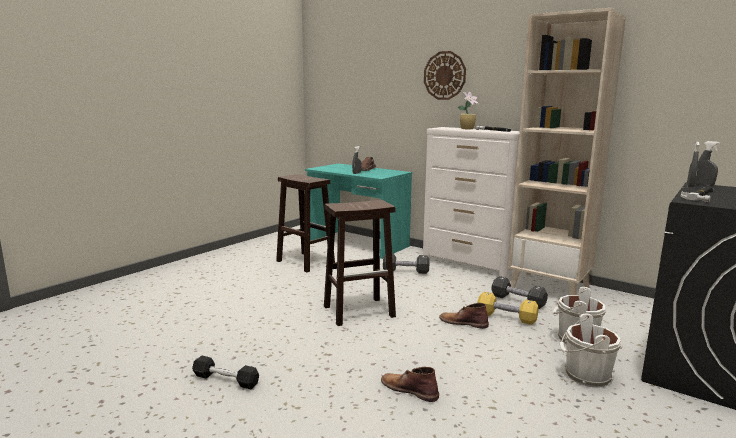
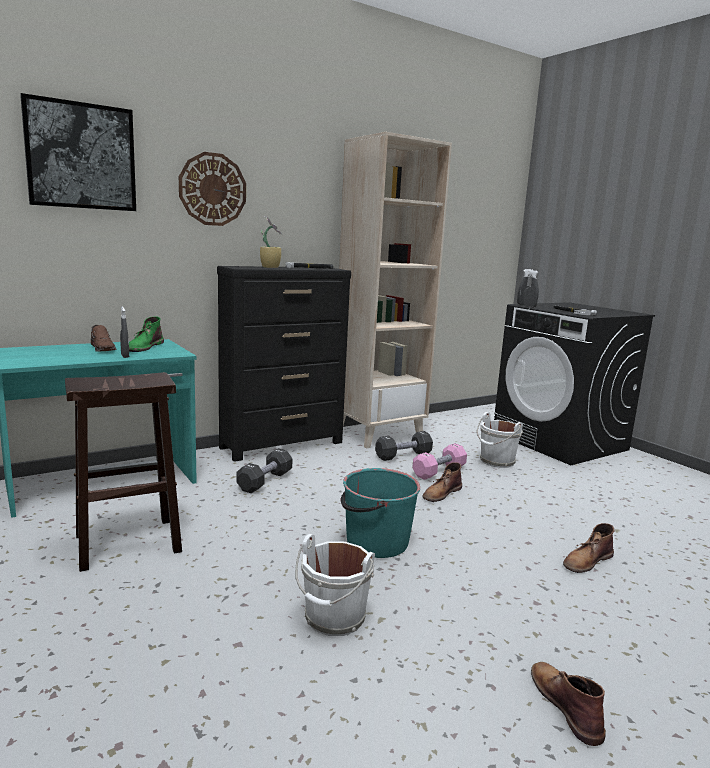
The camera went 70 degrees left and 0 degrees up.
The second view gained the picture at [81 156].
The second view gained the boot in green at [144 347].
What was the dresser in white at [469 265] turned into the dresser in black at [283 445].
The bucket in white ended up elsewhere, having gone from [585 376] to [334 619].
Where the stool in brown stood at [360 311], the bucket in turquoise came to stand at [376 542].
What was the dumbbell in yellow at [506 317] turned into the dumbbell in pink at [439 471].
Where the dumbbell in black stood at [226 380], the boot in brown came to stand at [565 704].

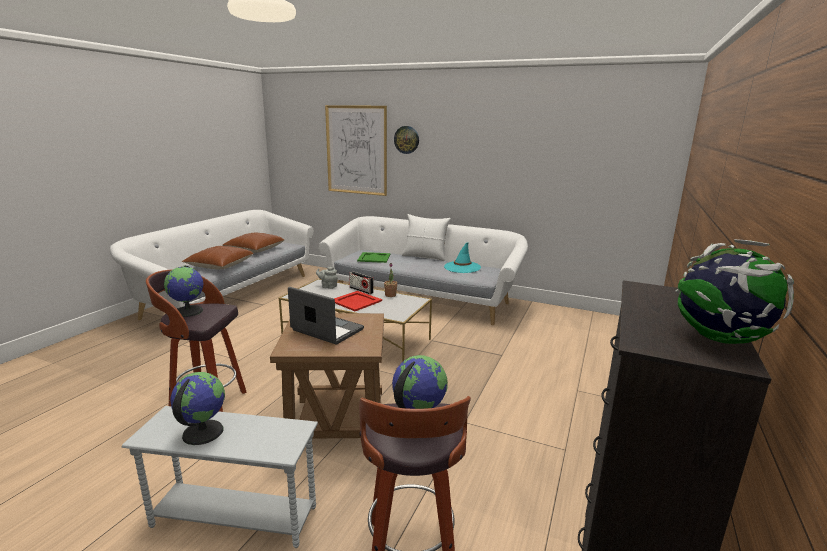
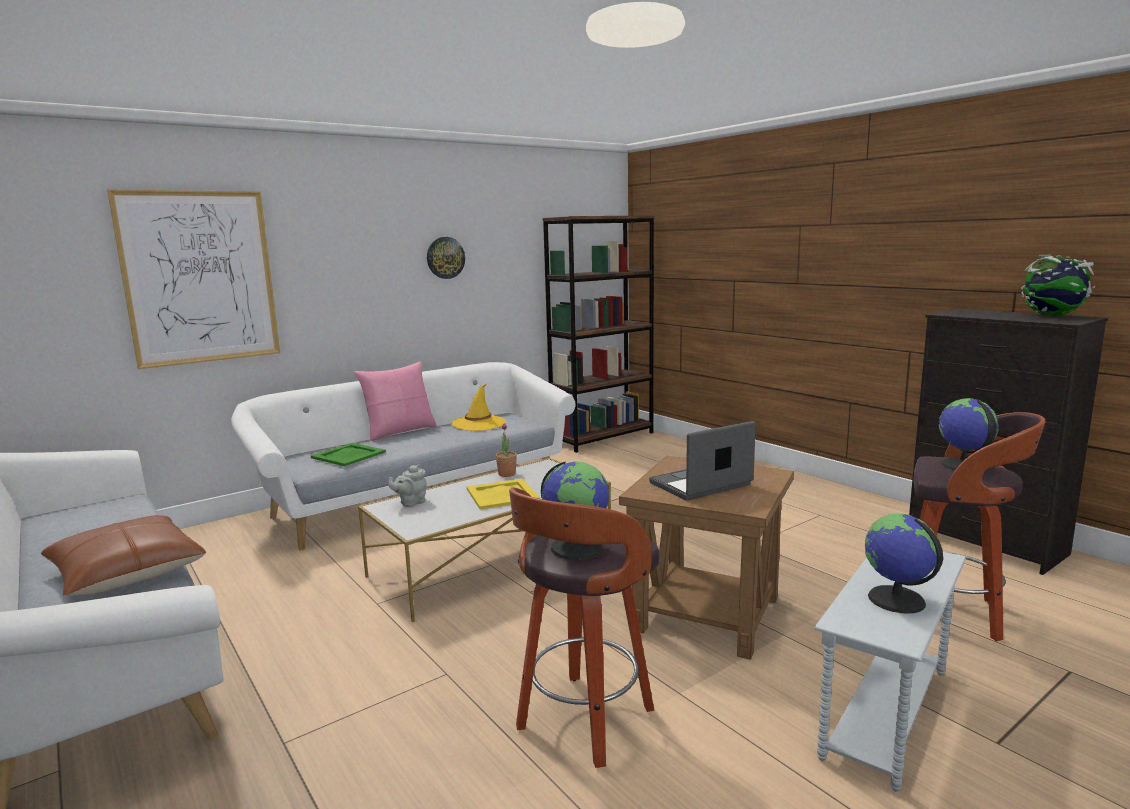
The camera went 60 degrees left and 5 degrees down.
What was the pillow in white at [425 257] turned into the pillow in pink at [399 431].
The wall clock ended up elsewhere, having gone from [406 139] to [445 257].
What was the hat in turquoise at [462 267] turned into the hat in yellow at [479 423].
What was the tray in red at [356 301] turned into the tray in yellow at [501 494].
The second view gained the bookcase in brown at [603 438].
The second view lost the pillow in brown at [254 249].
The second view lost the radio at [361 290].

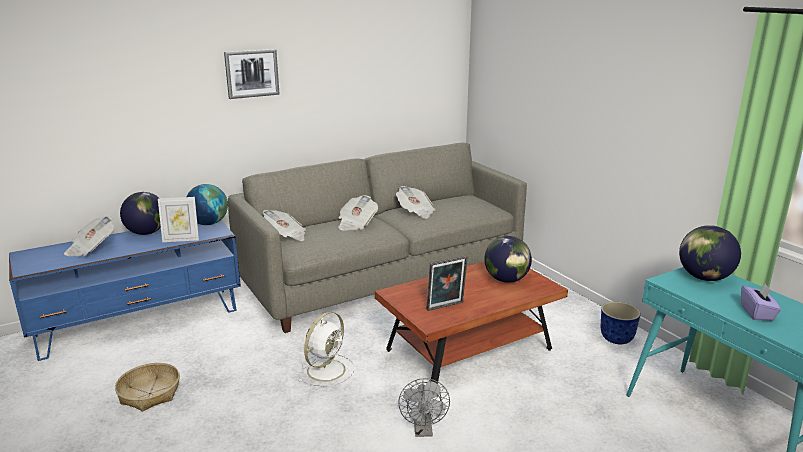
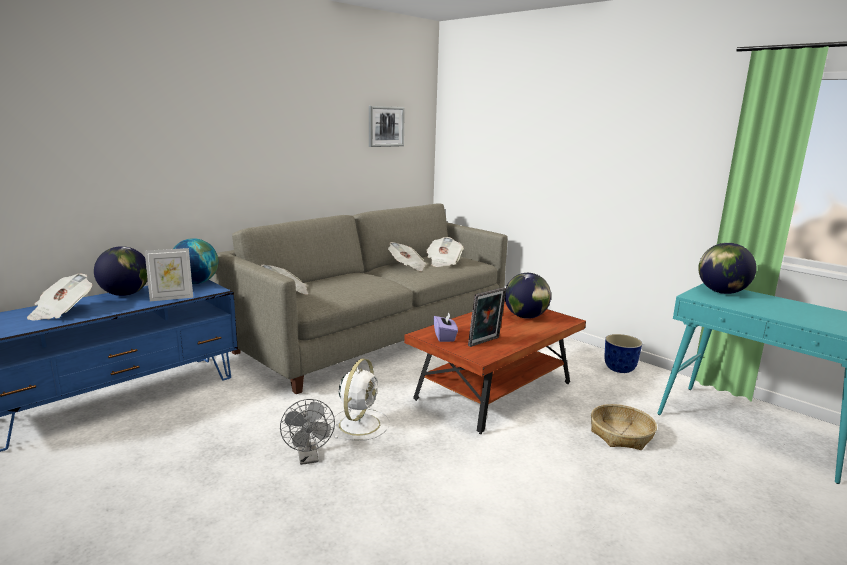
The camera went 15 degrees left and 5 degrees down.
The fan in grey ended up elsewhere, having gone from [423 431] to [309 458].
The picture ended up elsewhere, having gone from [252 73] to [385 126].
The newspaper ended up elsewhere, having gone from [356 224] to [443 262].
The tissue box in purple ended up elsewhere, having gone from [757 313] to [445 337].
The basket ended up elsewhere, having gone from [150 394] to [621 434].

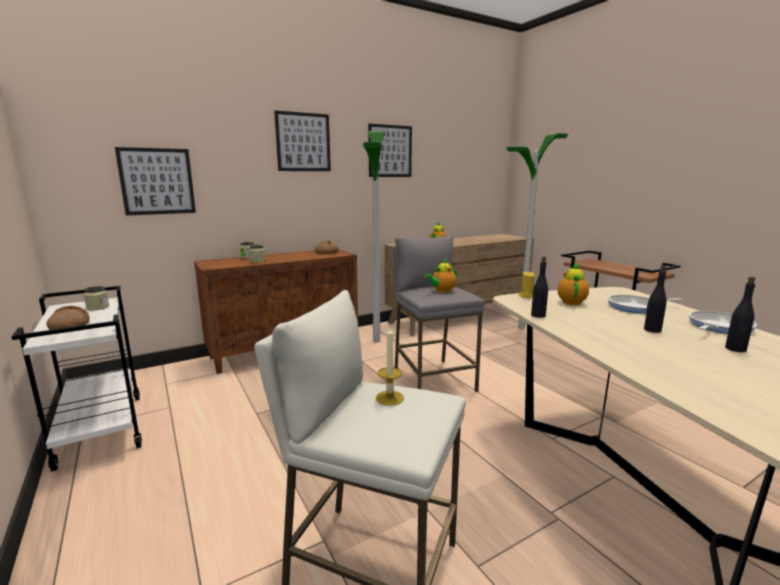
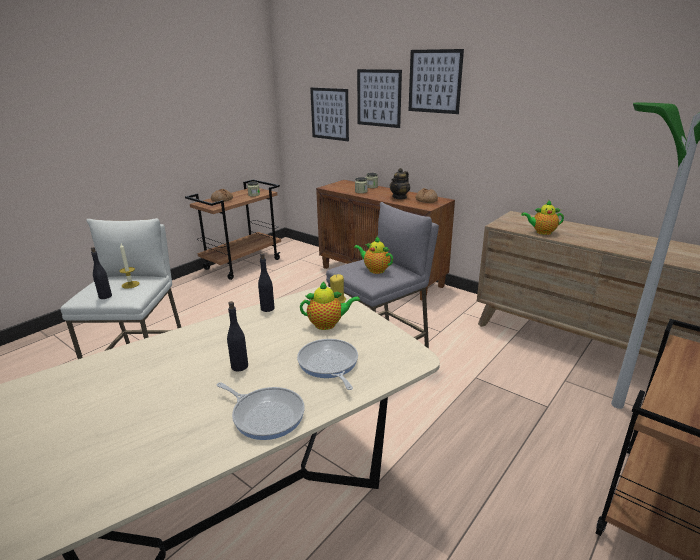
The camera went 70 degrees right and 10 degrees up.
The bottle in black ended up elsewhere, having gone from [735 349] to [105 296].
What was the cart in white at [100 429] turned into the cart in brown at [243 264].
The picture ended up elsewhere, having gone from [390 151] to [379 98].
The second view gained the teapot at [399 197].
The second view lost the floor lamp at [376 341].

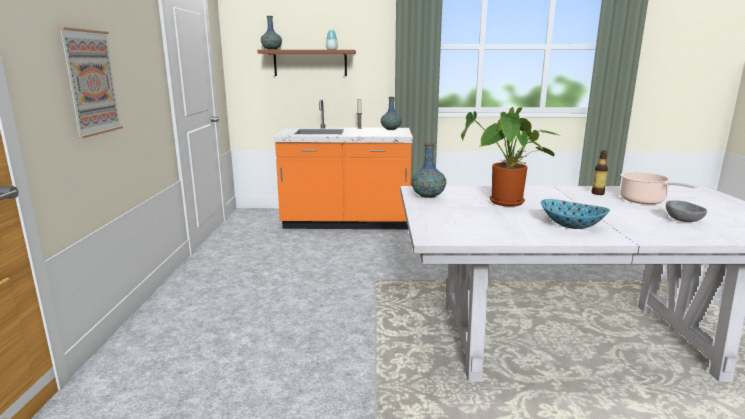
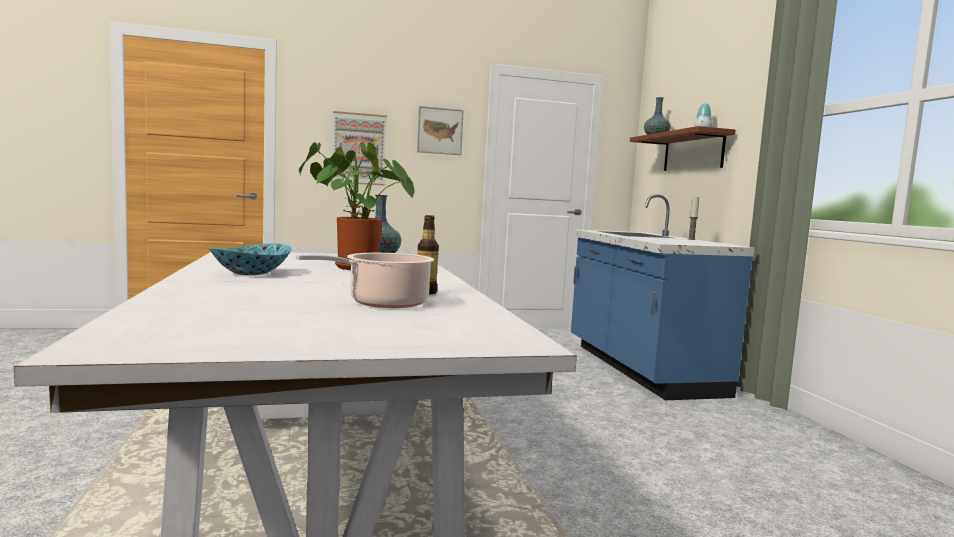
The camera went 75 degrees right and 10 degrees down.
The second view gained the picture at [440 131].
What was the counter in orange at [346 223] turned into the counter in blue at [639 369].
The second view lost the vase at [391 129].
The second view lost the bowl in grey at [683 220].

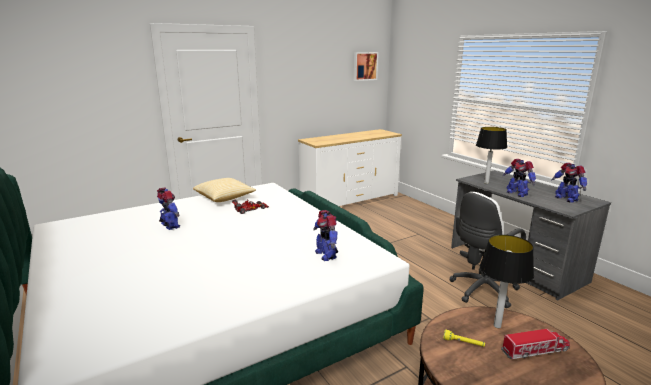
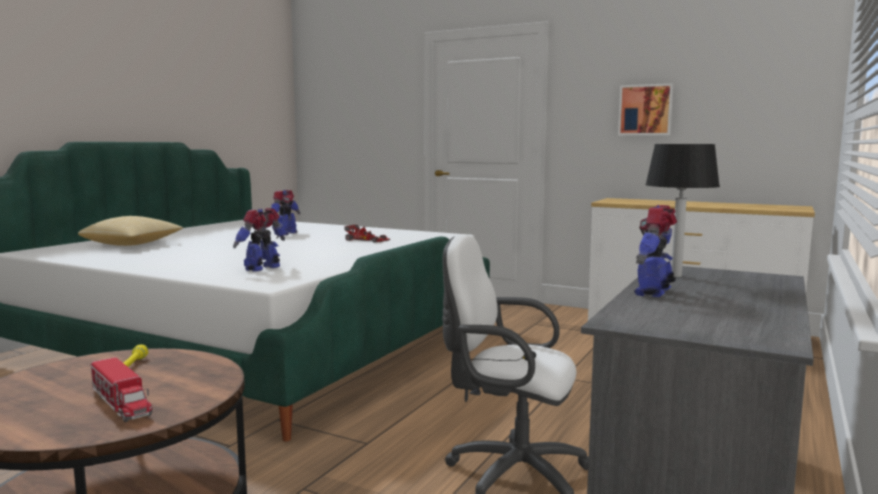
The camera went 60 degrees right and 10 degrees down.
The pillow ended up elsewhere, having gone from [225 198] to [132 244].
The picture ended up elsewhere, having gone from [364 66] to [645 110].
The second view lost the table lamp at [497 326].
The second view lost the toy robot at [566 198].

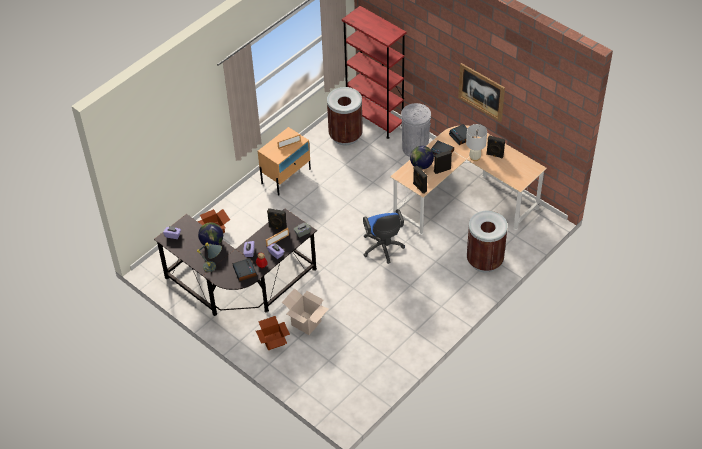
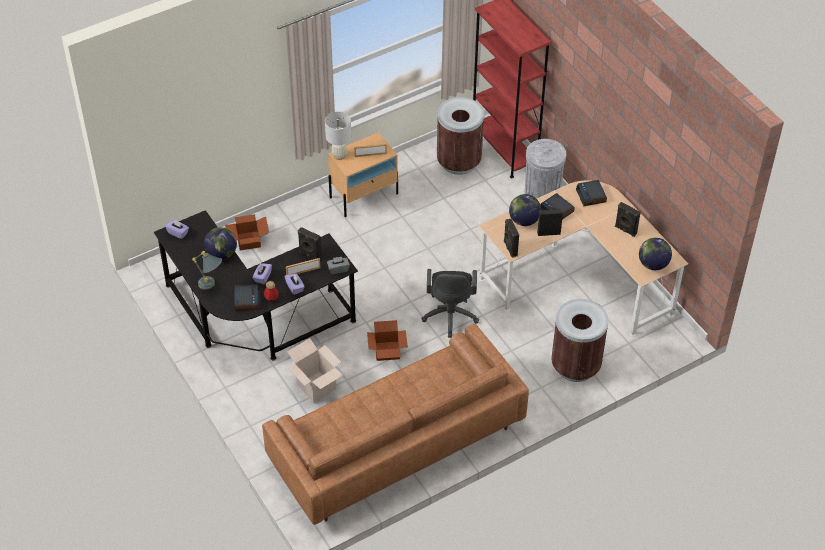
The camera went 15 degrees right and 0 degrees up.
The second view gained the sofa in brown at [396 443].
The table lamp in white ended up elsewhere, having gone from [474 157] to [339 155].
The cardboard box ended up elsewhere, having gone from [273 341] to [386 351].
What was the office chair in blue at [383 249] turned into the office chair in black at [450 317].
The second view gained the globe at [653 264].
The second view lost the picture at [481 92].

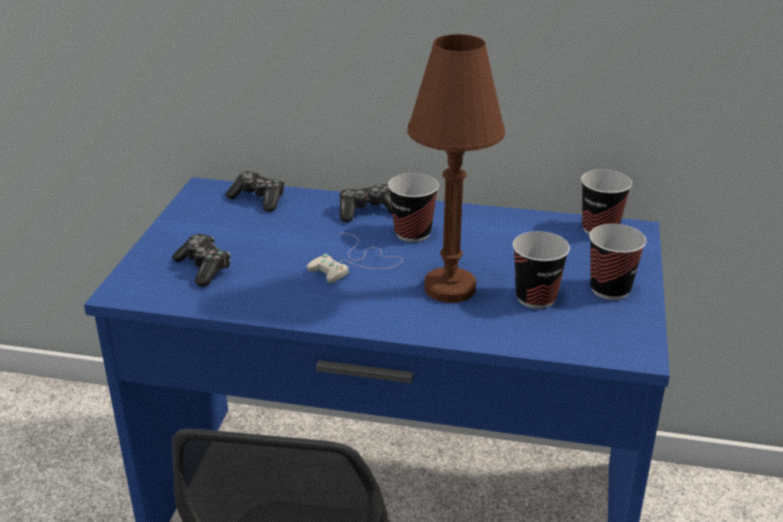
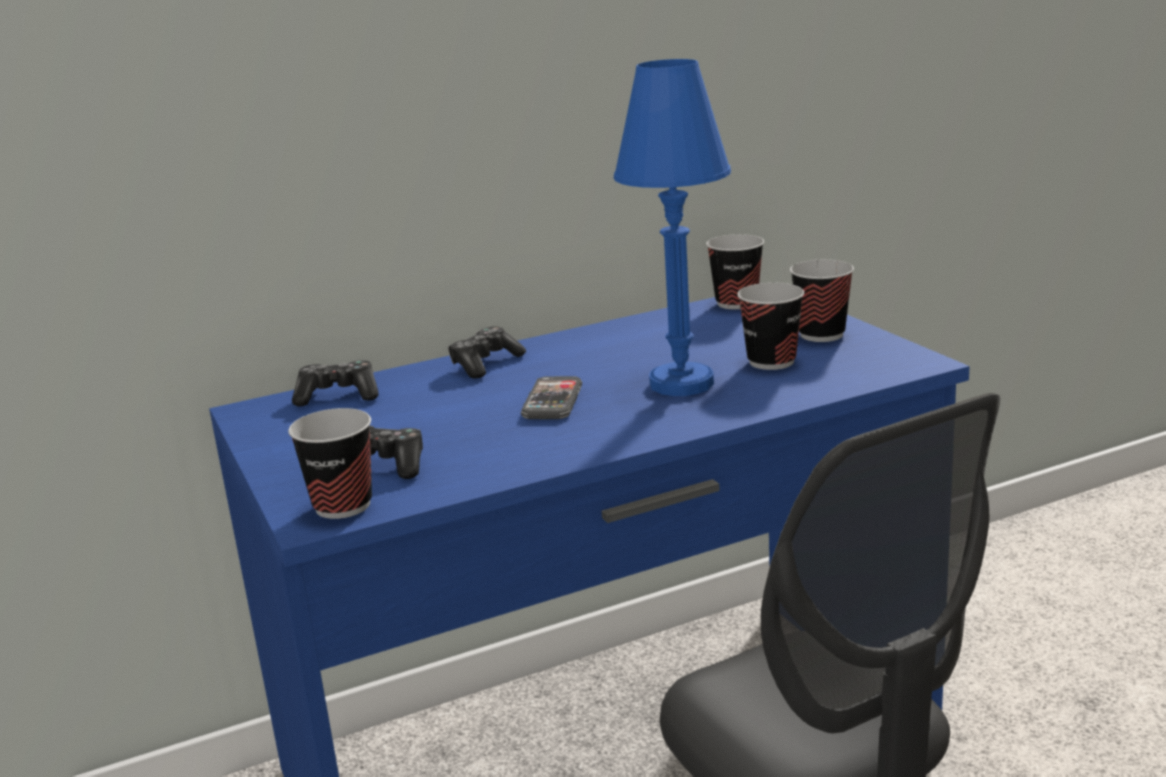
The camera went 35 degrees left and 10 degrees down.
The cup ended up elsewhere, having gone from [412 233] to [343 506].
Where the game controller in white stood at [356 263], the phone came to stand at [552 401].
What was the table lamp in brown at [449 288] turned into the table lamp in blue at [681 384].

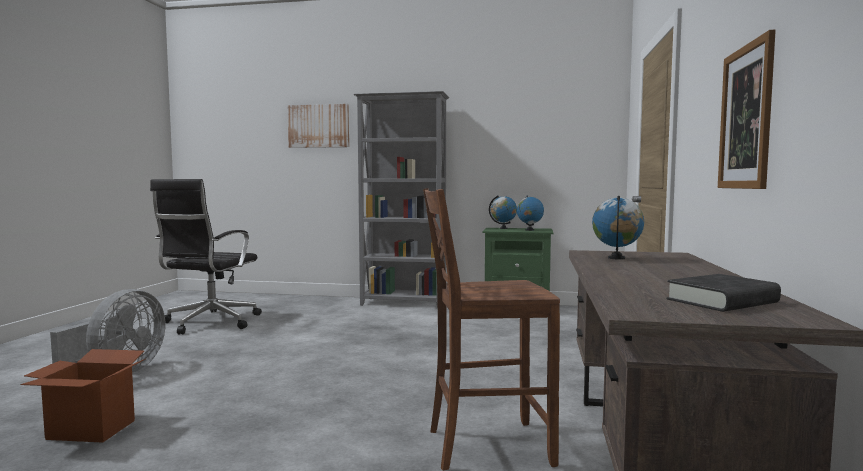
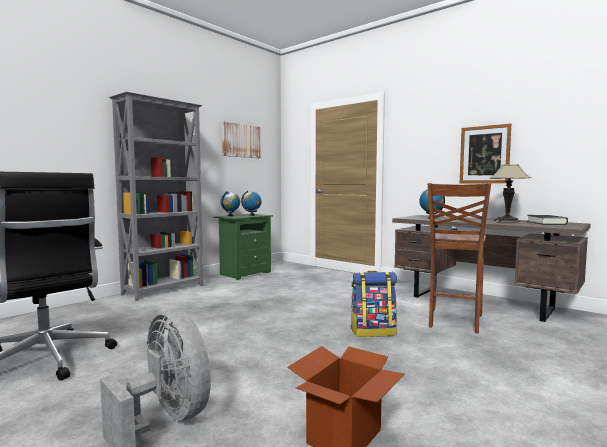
The camera went 60 degrees left and 0 degrees up.
The picture ended up elsewhere, having gone from [319 126] to [241 140].
The second view gained the backpack at [373 332].
The second view gained the table lamp at [507 221].

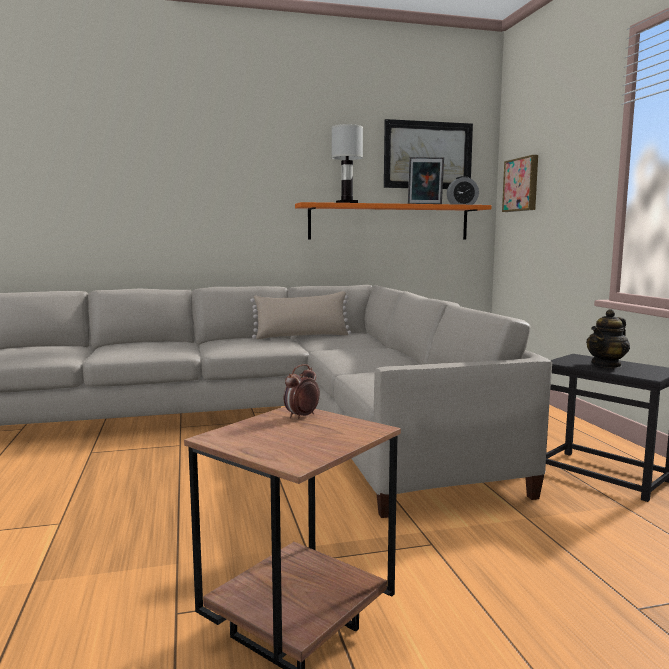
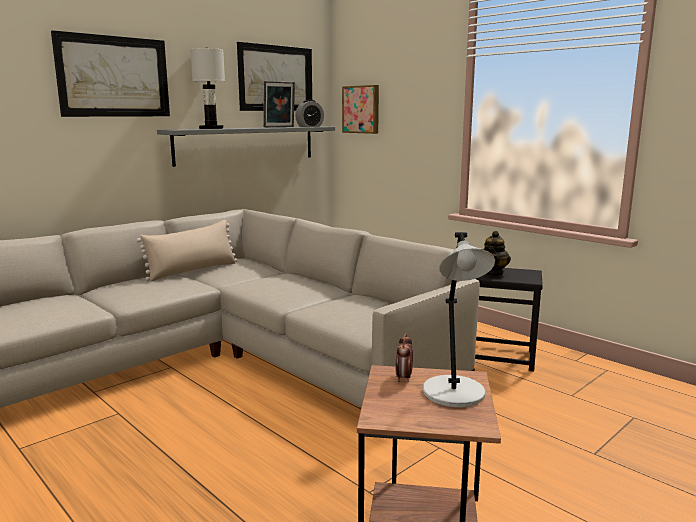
The camera went 30 degrees left and 5 degrees up.
The second view gained the picture at [114 77].
What was the shelf in orange at [389 222] turned into the shelf in grey at [247 144].
The second view gained the table lamp in grey at [454 394].

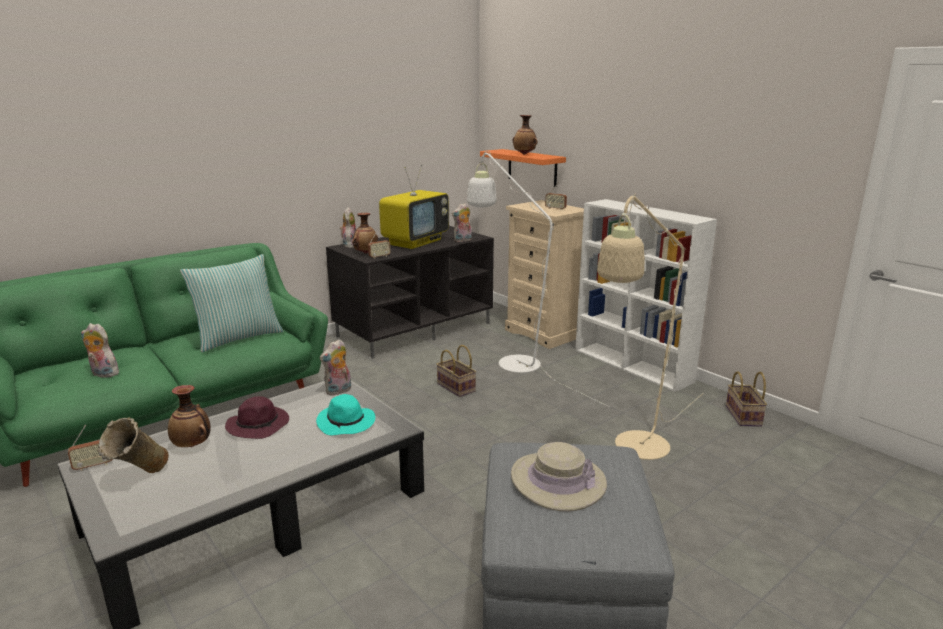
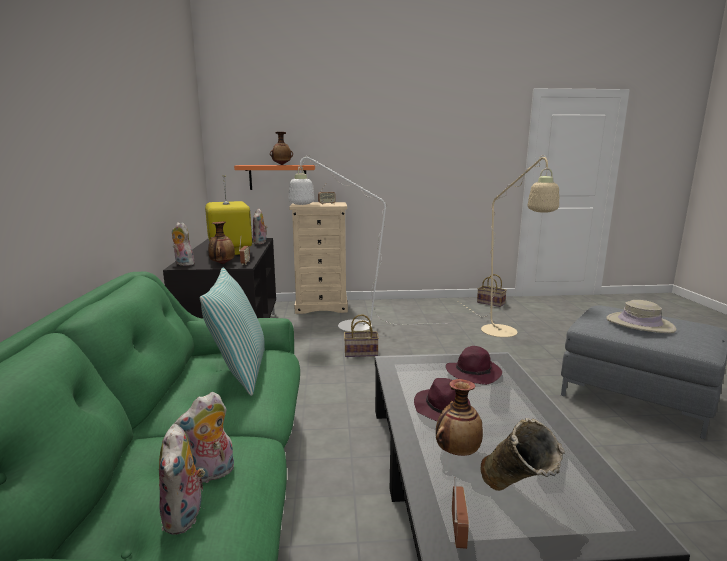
The camera went 55 degrees left and 5 degrees down.
The plush toy ended up elsewhere, having gone from [338 391] to [185 517].
What was the hat in turquoise at [346 423] turned into the hat in purple at [474 373].
The second view lost the bookcase in white at [633 365].

